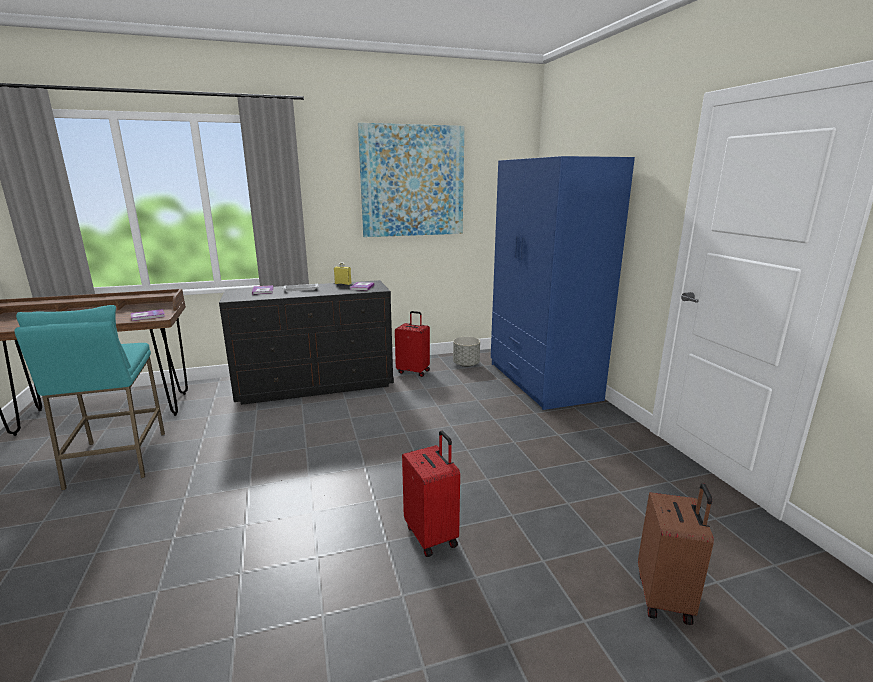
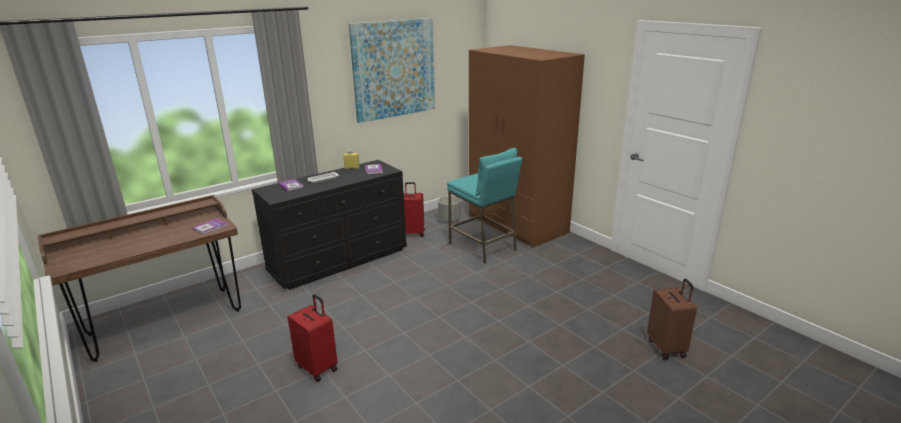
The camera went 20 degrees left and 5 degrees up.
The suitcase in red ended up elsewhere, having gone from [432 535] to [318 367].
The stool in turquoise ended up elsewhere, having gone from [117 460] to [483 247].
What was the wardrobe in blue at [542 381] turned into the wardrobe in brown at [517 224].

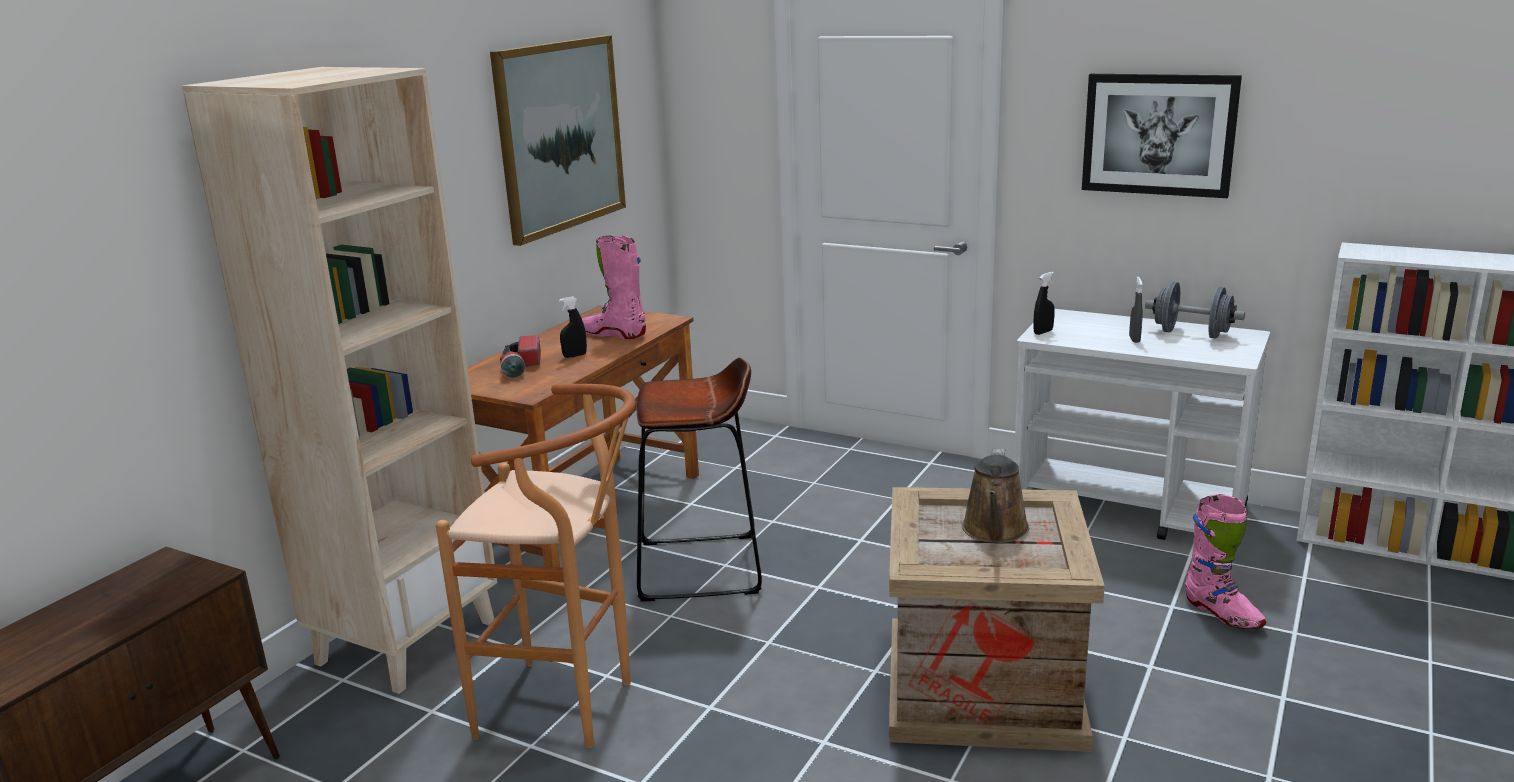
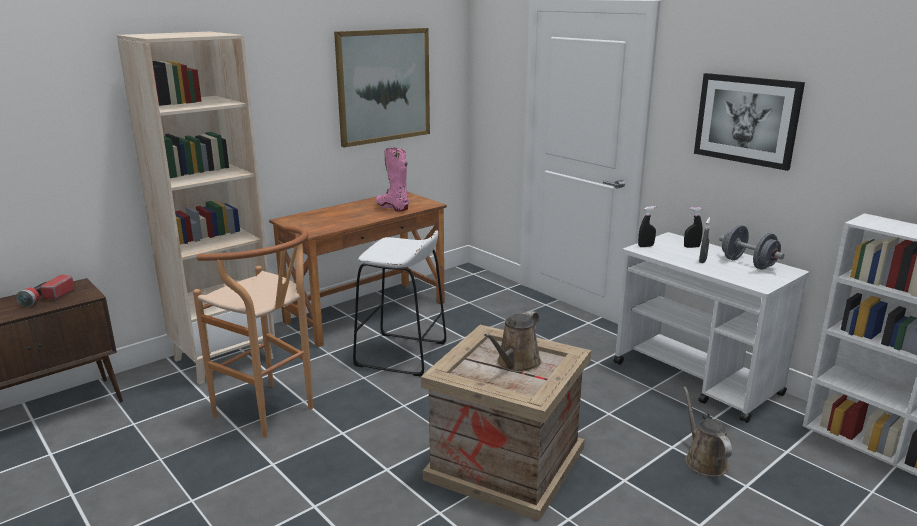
The camera went 20 degrees right and 0 degrees up.
The flashlight ended up elsewhere, having gone from [521 367] to [47 298].
What was the stool in brown at [699 567] turned into the stool in white at [401 354].
Where the boot in pink stood at [1222 613], the watering can in brown came to stand at [704 460].
The spray bottle in black ended up elsewhere, having gone from [575 355] to [691 247].

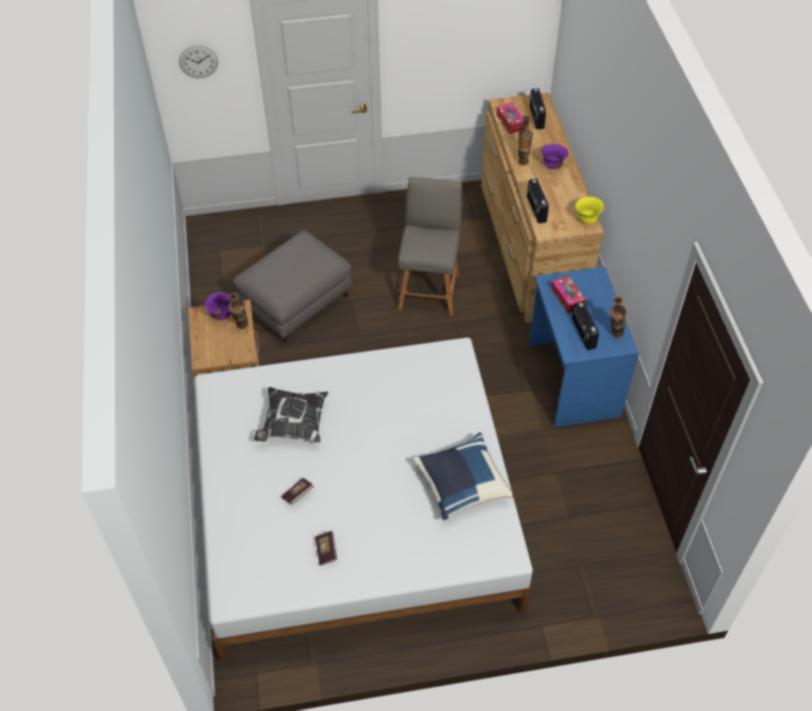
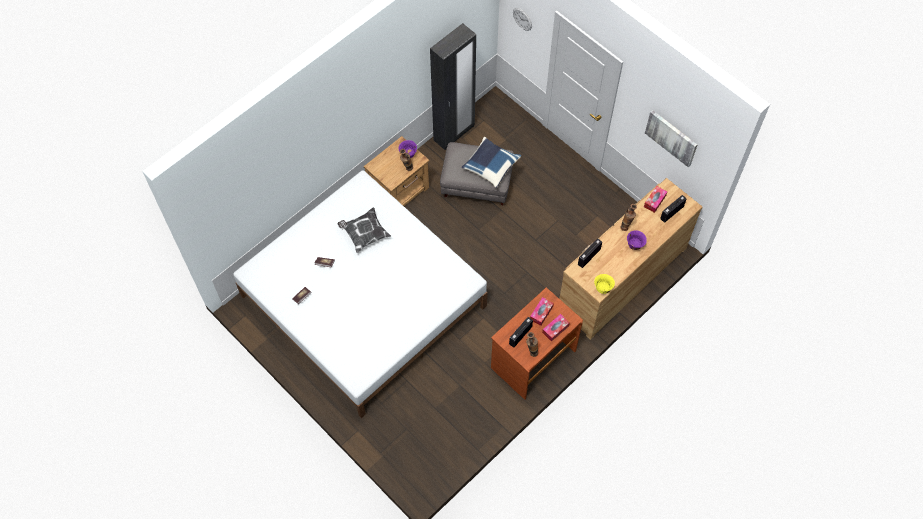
The camera went 55 degrees right and 10 degrees up.
The second view gained the wardrobe in black at [454 133].
The pillow in blue ended up elsewhere, having gone from [461 484] to [490 166].
What was the desk in blue at [572 379] turned into the desk in brown at [532 358].
The second view gained the tissue box at [555 329].
The second view gained the picture at [671 137].
The second view lost the chair in grey at [429 289].

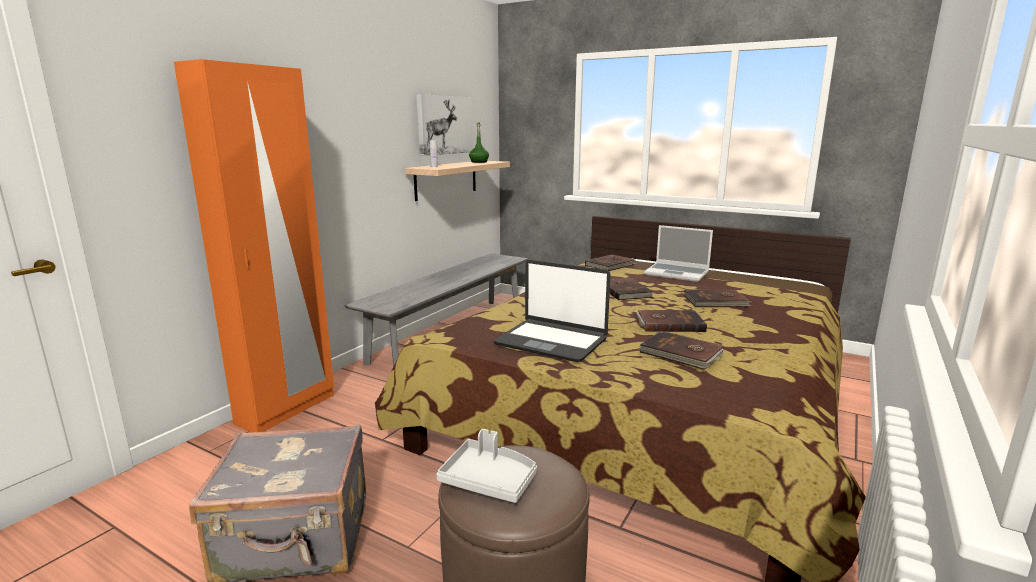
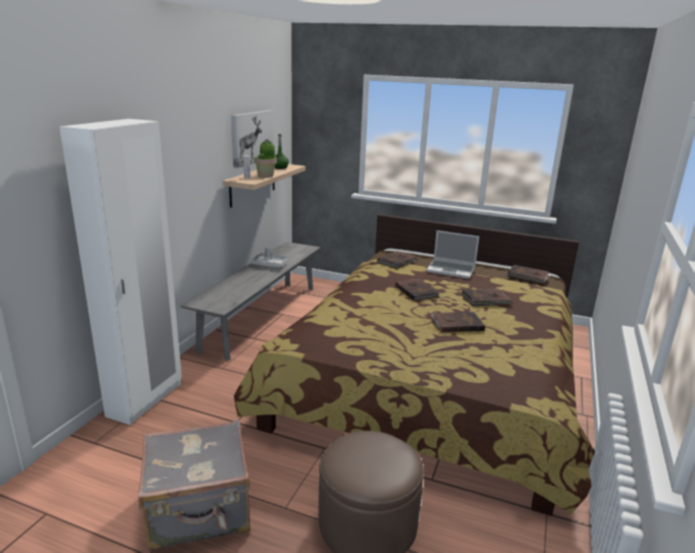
The camera went 10 degrees left and 5 degrees up.
What was the wardrobe in orange at [287 409] turned into the wardrobe in white at [146 400].
The tray in grey ended up elsewhere, having gone from [489 480] to [269 264].
The second view gained the potted plant at [266 175].
The book in brown ended up elsewhere, having gone from [681 353] to [528 276].
The second view lost the laptop at [551 341].

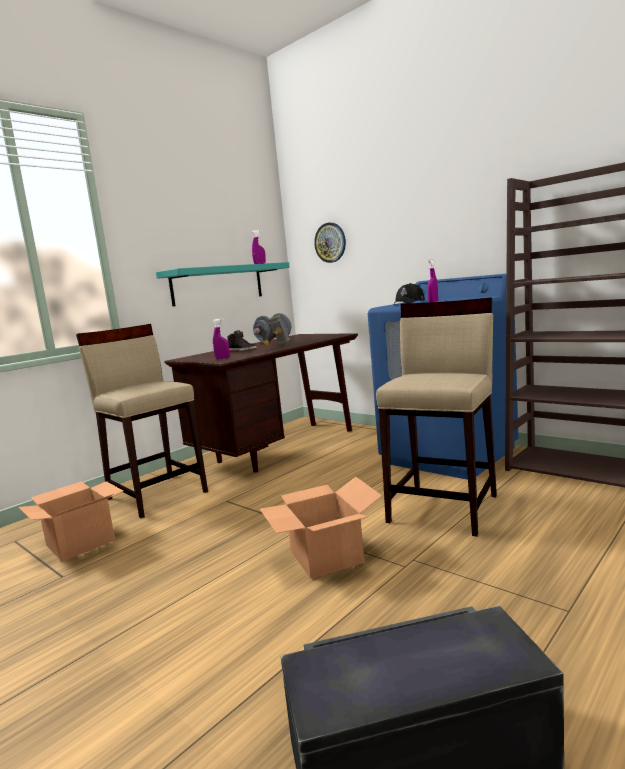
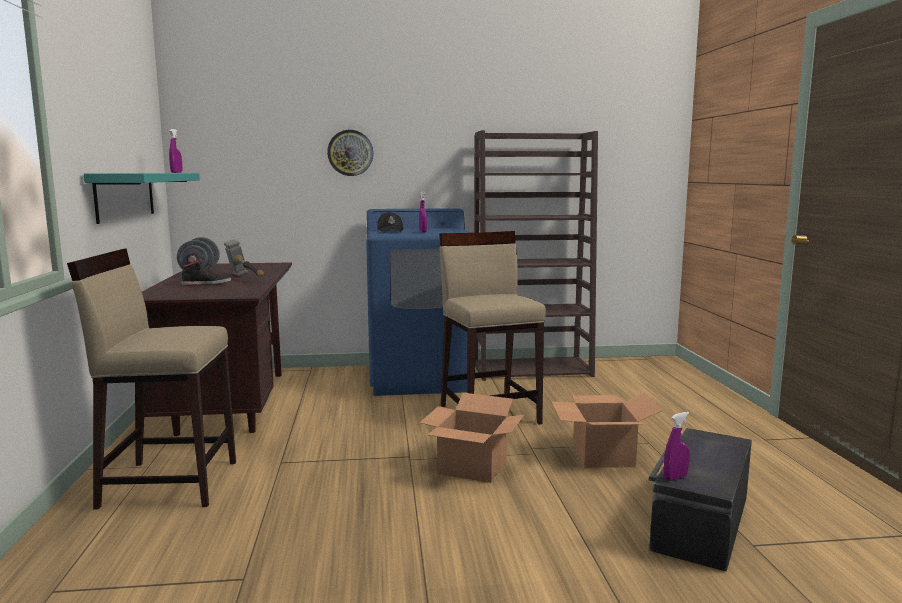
The camera went 50 degrees left and 0 degrees up.
The wall clock ended up elsewhere, having gone from [330 242] to [350 153].
The cardboard box ended up elsewhere, having gone from [80 543] to [603 456].
The spray bottle in purple ended up elsewhere, having gone from [222 358] to [675 478].

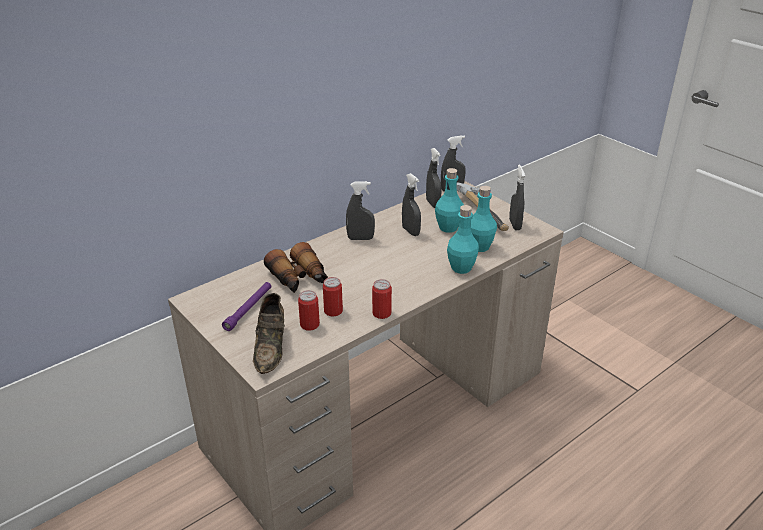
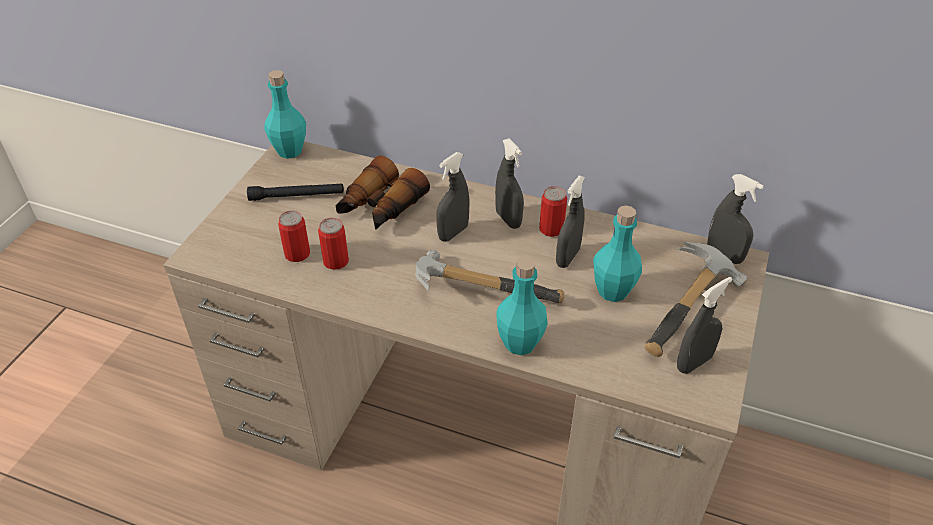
The camera went 60 degrees right and 10 degrees up.
What was the flashlight in purple at [249 309] turned into the flashlight in black at [296 196].
The bottle in turquoise ended up elsewhere, having gone from [479 247] to [289 151].
The second view gained the hammer at [483 287].
The spray bottle in grey ended up elsewhere, having gone from [433 204] to [453 233].
The can ended up elsewhere, having gone from [381 313] to [551 229].
The second view lost the shoe in brown at [271 347].

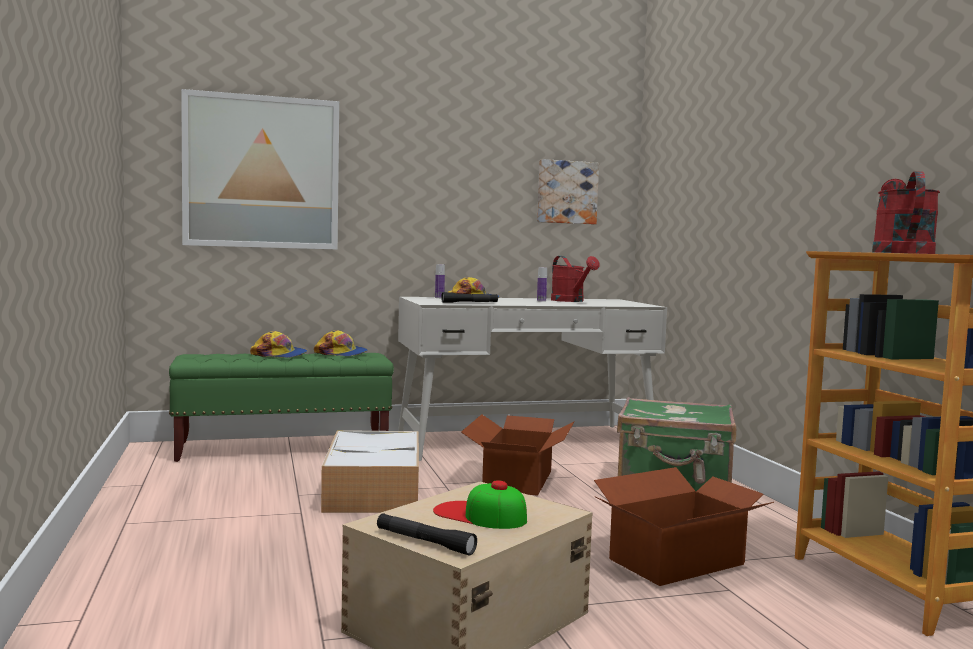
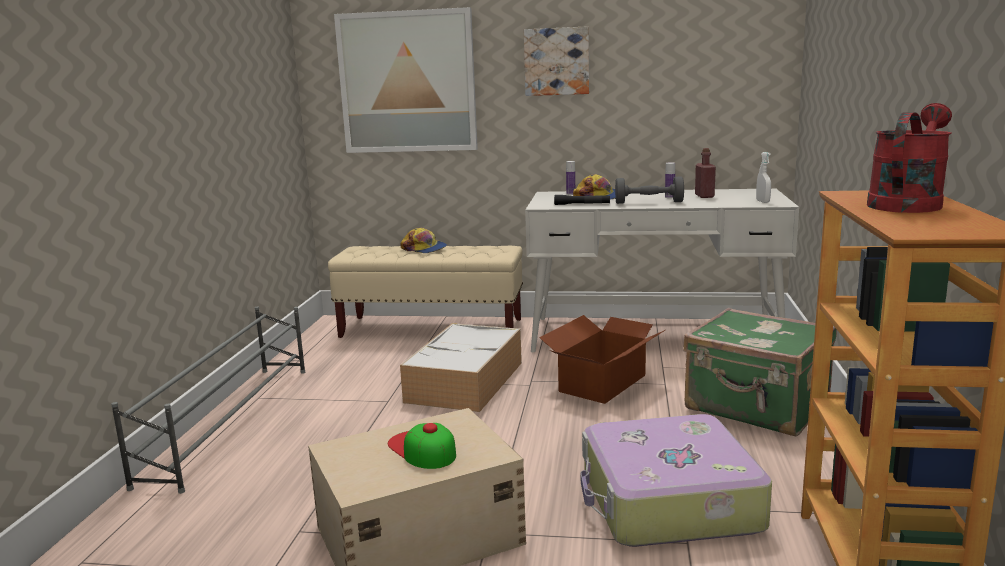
The camera went 25 degrees right and 10 degrees up.
The second view gained the shoe rack in grey at [231 421].
What was the bench in green at [284 448] turned into the bench in beige at [432 329].
The picture ended up elsewhere, having gone from [566 192] to [557 61].
Where the cardboard box stood at [678 562], the suitcase came to stand at [668 501].
The second view gained the dumbbell in grey at [648 202].
Where the watering can in red stood at [571 301], the bottle in red came to stand at [704 196].
The second view gained the spray bottle in white at [762 201].
The second view lost the cap at [341 353].
The second view lost the flashlight in black at [424 542].

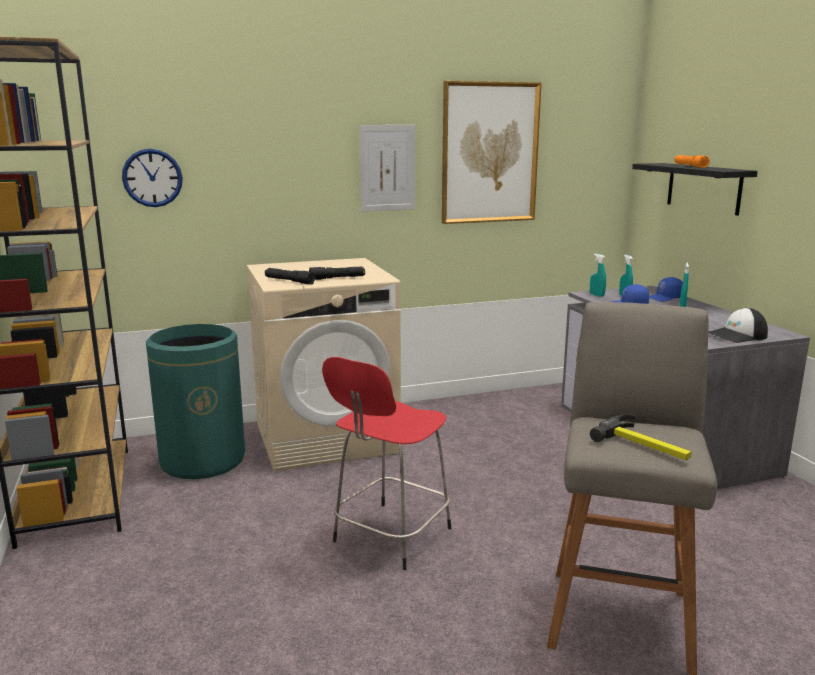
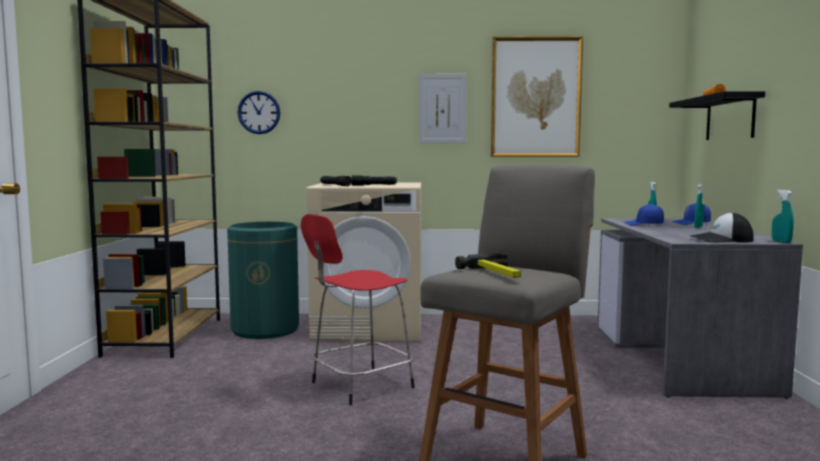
The camera went 20 degrees right and 10 degrees down.
The spray bottle in turquoise ended up elsewhere, having gone from [596 295] to [781 241].

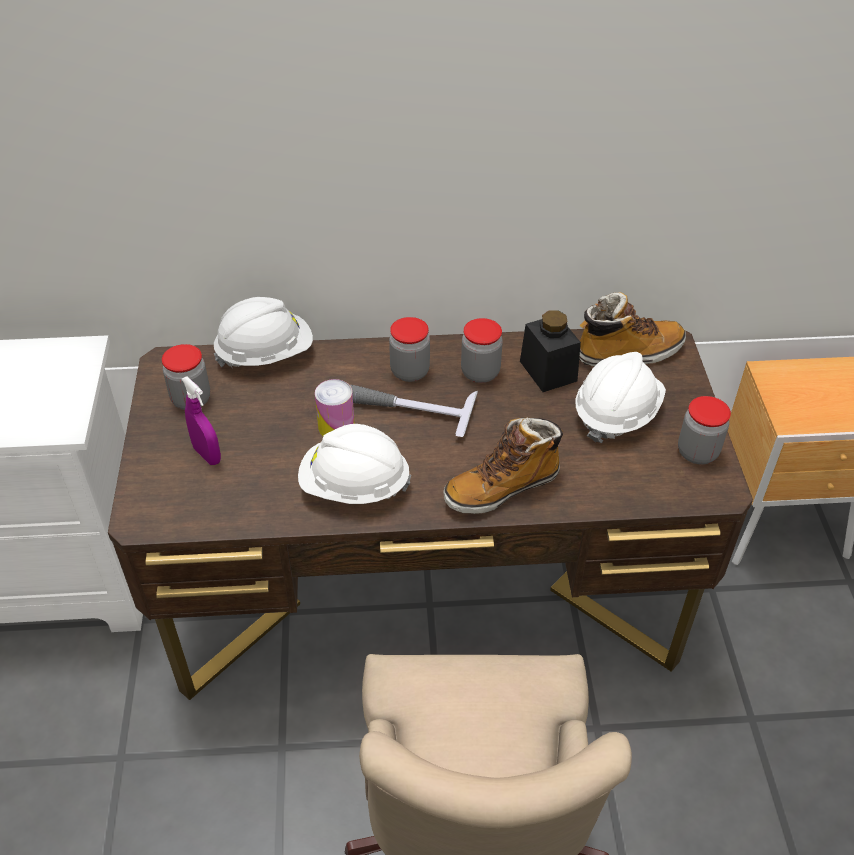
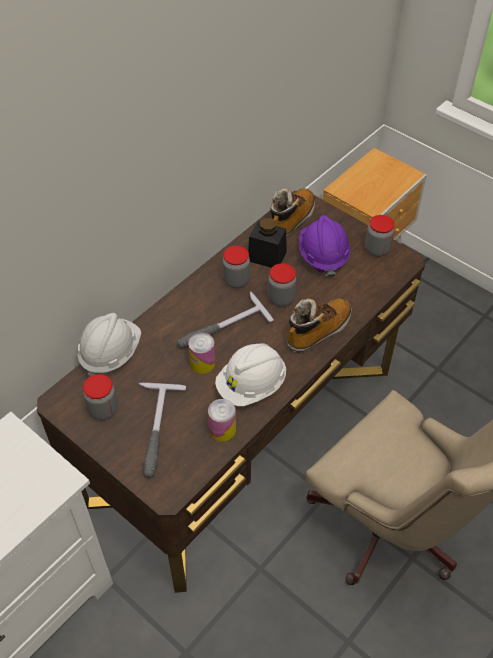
The camera went 45 degrees left and 5 degrees up.
Where the spray bottle in purple stood at [207 455], the hammer came to stand at [155 431].
The second view gained the can at [222 430].
The jar ended up elsewhere, having gone from [410 371] to [281 298].
The boot at [502 487] ended up facing another way, 150 degrees counterclockwise from before.
What was the hard hat in white at [616 413] turned into the hard hat in purple at [322 256].

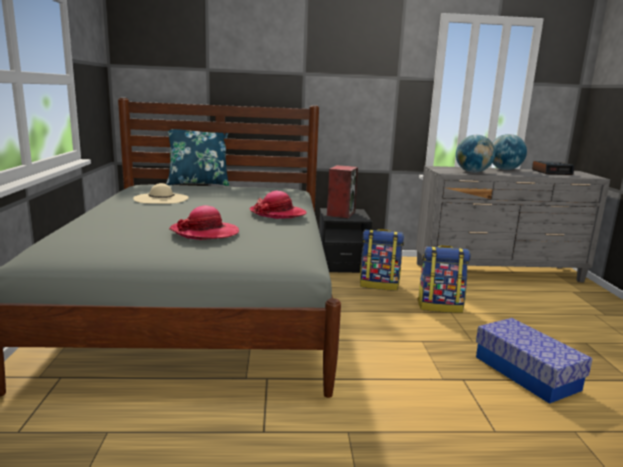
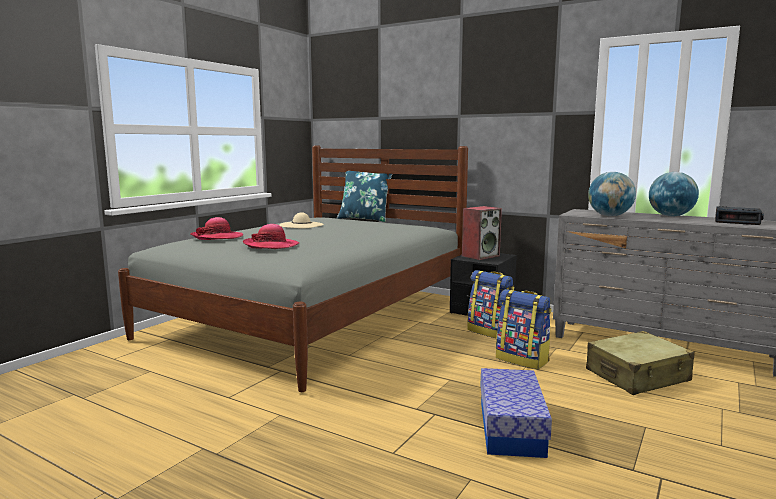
The camera went 35 degrees right and 5 degrees down.
The hat ended up elsewhere, having gone from [277 213] to [217 237].
The second view gained the suitcase in beige at [637 376].

